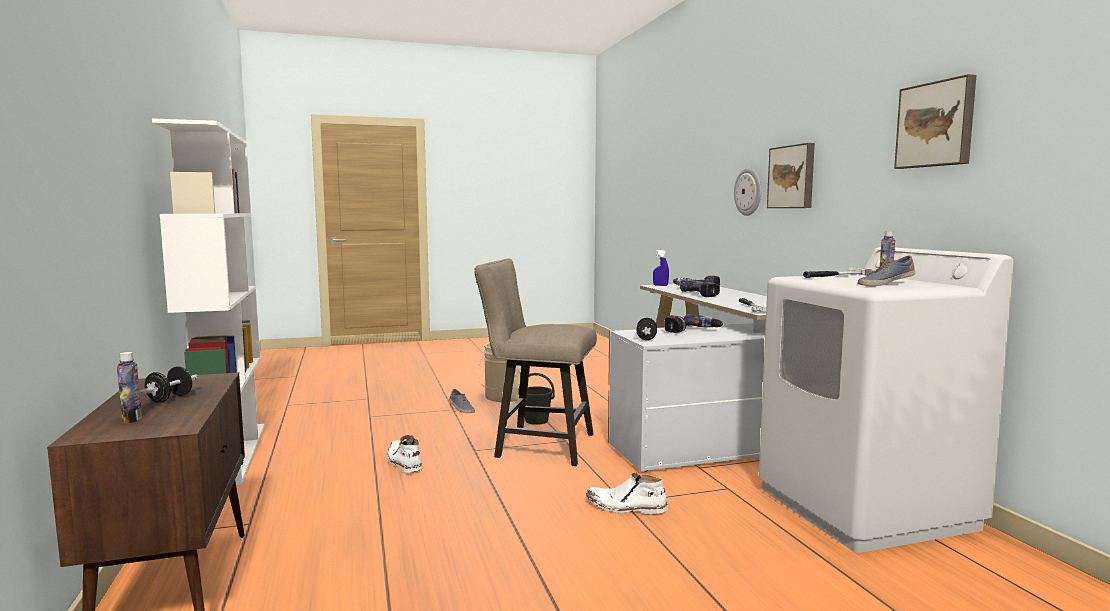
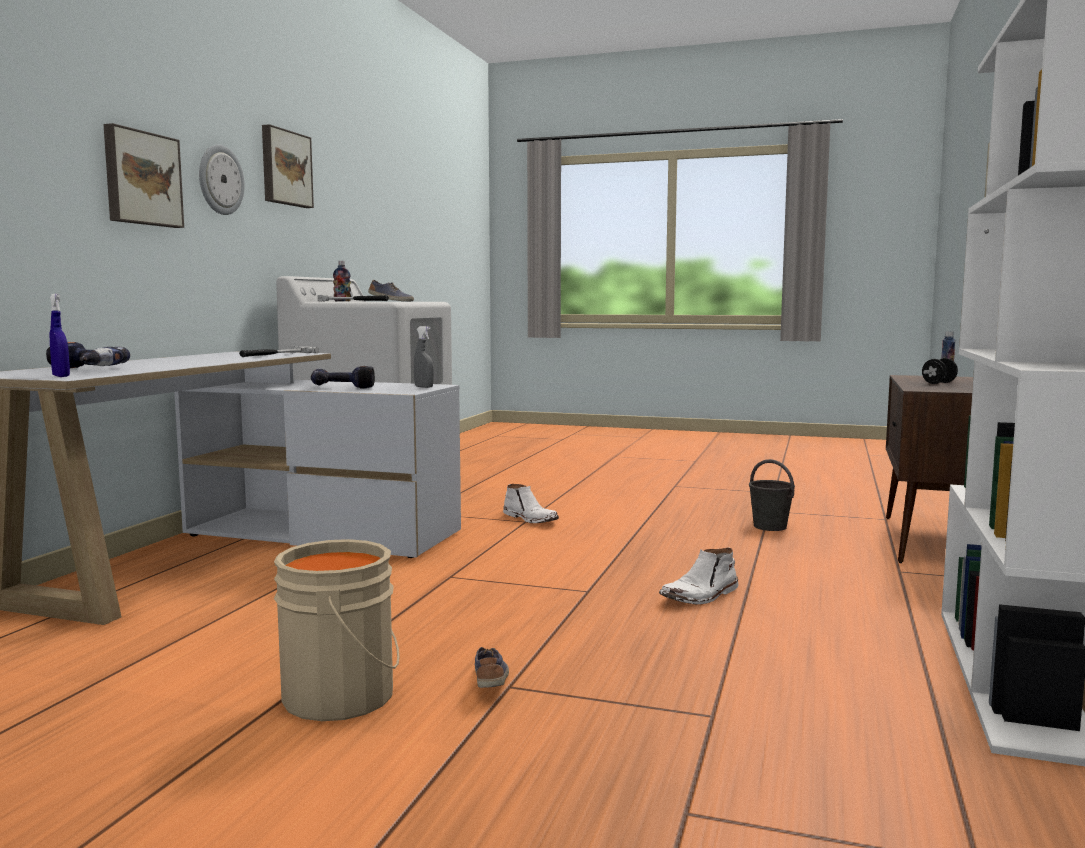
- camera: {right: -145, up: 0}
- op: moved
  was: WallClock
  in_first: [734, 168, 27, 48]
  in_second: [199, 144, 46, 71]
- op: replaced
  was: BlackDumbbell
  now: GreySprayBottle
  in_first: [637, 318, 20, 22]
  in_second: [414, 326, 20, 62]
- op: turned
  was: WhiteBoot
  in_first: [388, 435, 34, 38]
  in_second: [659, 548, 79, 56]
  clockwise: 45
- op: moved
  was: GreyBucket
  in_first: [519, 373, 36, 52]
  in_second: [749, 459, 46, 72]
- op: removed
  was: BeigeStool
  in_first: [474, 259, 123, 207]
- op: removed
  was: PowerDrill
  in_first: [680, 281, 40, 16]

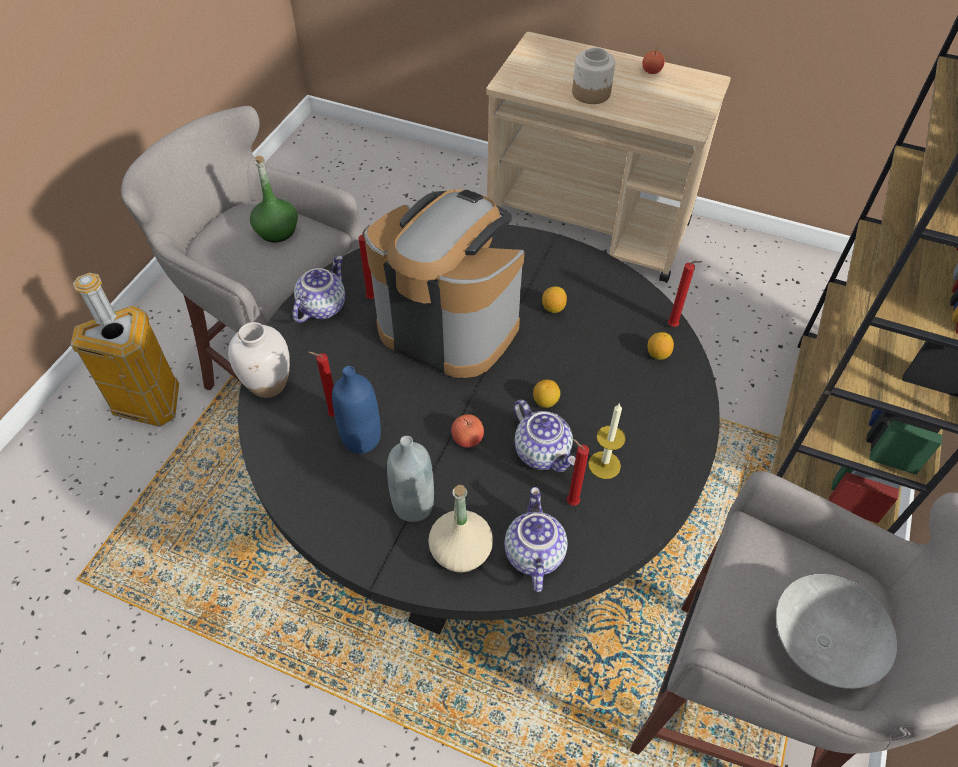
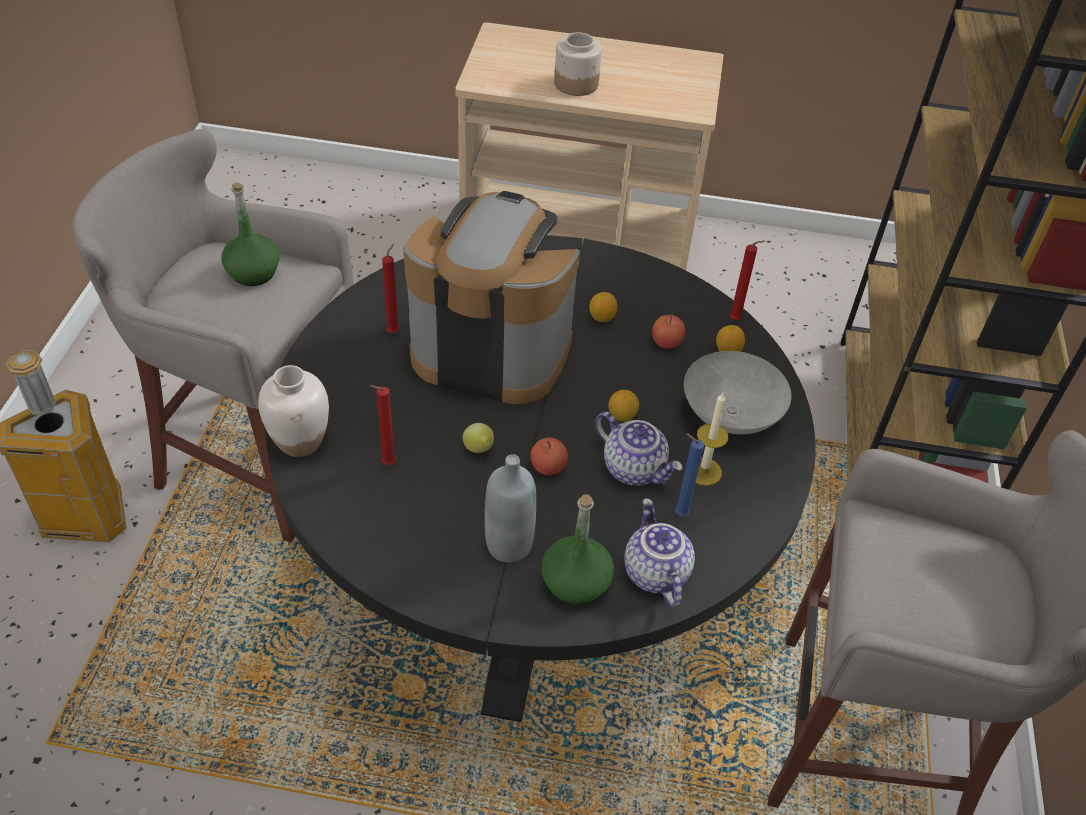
- camera: {right: -15, up: -5}
- op: added
  now: Lemon
  in_second: [463, 423, 31, 30]
- op: recoloured
  was: BeigeBottle
  now: GreenBottle
  in_first: [428, 485, 65, 88]
  in_second: [541, 495, 73, 111]
- op: moved
  was: Apple
  in_first: [642, 48, 23, 26]
  in_second: [652, 313, 33, 36]
- op: recoloured
  was: RedCandle
  now: BlueCandle
  in_first: [567, 439, 22, 67]
  in_second: [675, 433, 29, 84]
- op: moved
  was: GreyBowl
  in_first: [776, 574, 121, 115]
  in_second: [684, 351, 107, 83]
- op: removed
  was: Teapot
  in_first: [292, 256, 53, 67]
- op: removed
  was: BlueBottle
  in_first: [332, 366, 49, 88]

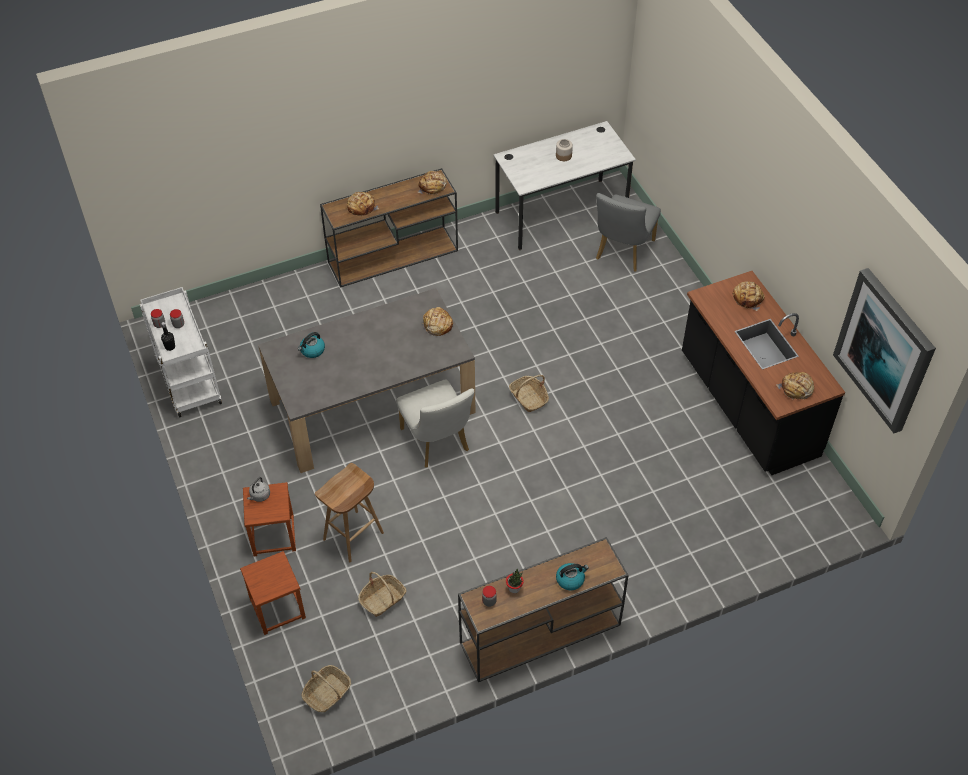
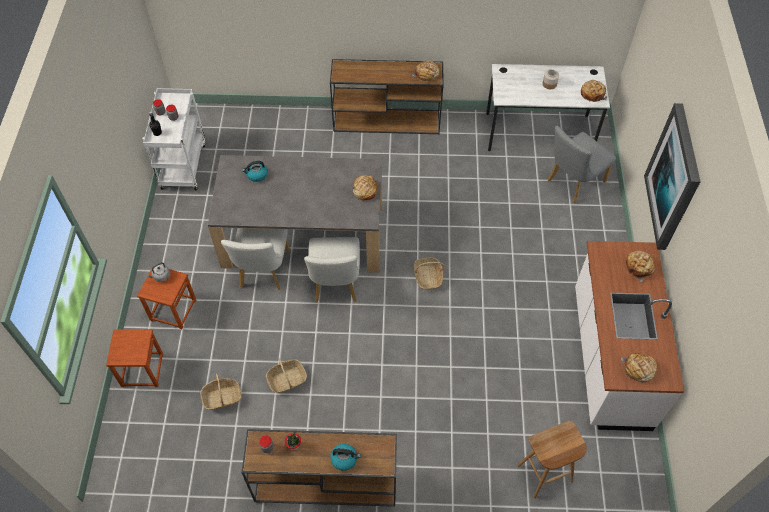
- camera: {right: 25, up: 5}
- op: added
  now: WhiteChair
  in_second: [221, 228, 68, 62]
- op: moved
  was: Basket
  in_first: [301, 665, 50, 47]
  in_second: [266, 359, 41, 34]
- op: moved
  was: BrownStool
  in_first: [315, 463, 69, 99]
  in_second: [517, 420, 70, 79]
- op: recoloured
  was: BlackCounter
  now: WhiteCounter
  in_first: [682, 271, 163, 204]
  in_second: [575, 241, 109, 190]
- op: moved
  was: Bread
  in_first: [347, 192, 32, 25]
  in_second: [581, 80, 26, 22]
- op: moved
  was: Picture
  in_first: [833, 268, 103, 165]
  in_second: [644, 103, 57, 147]

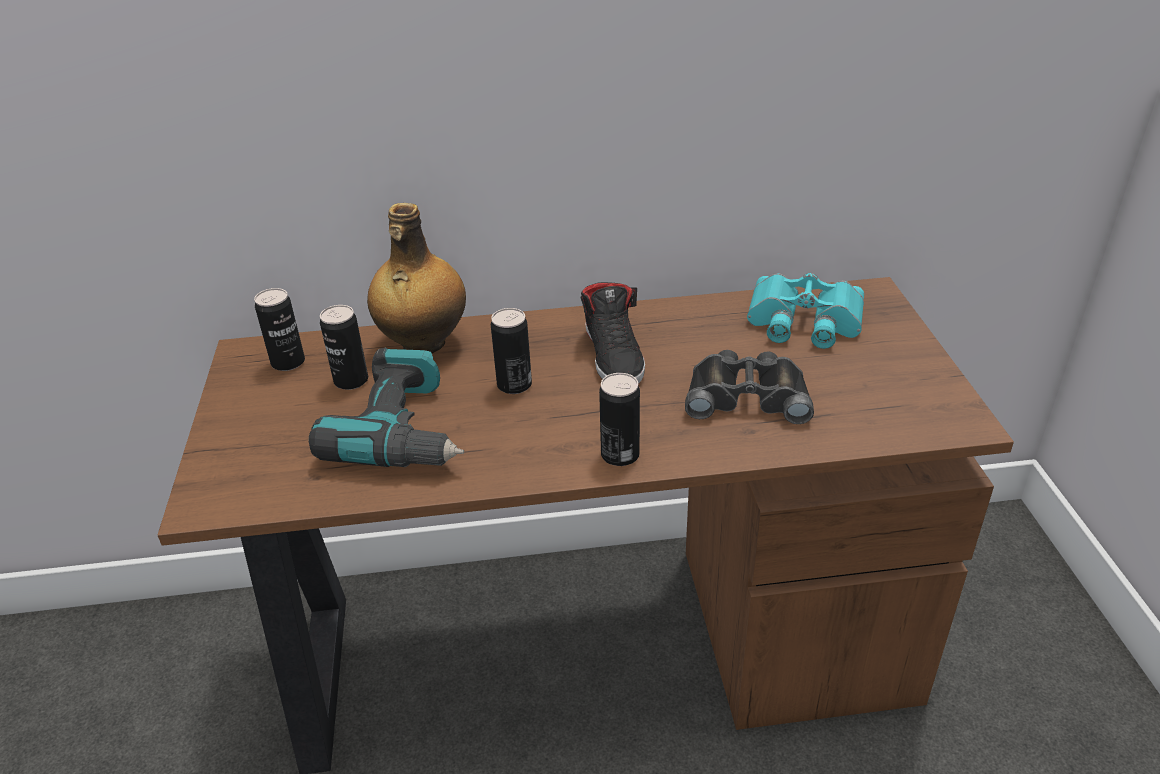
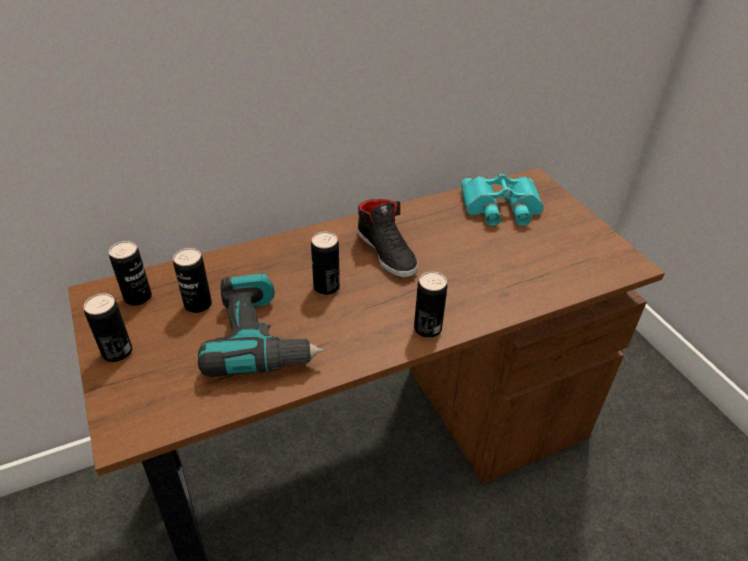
- camera: {right: -20, up: 5}
- op: added
  now: Can
  in_second: [84, 293, 48, 69]
- op: removed
  was: Bottle
  in_first: [367, 203, 99, 150]
- op: removed
  was: BlackBinoculars
  in_first: [685, 350, 129, 74]

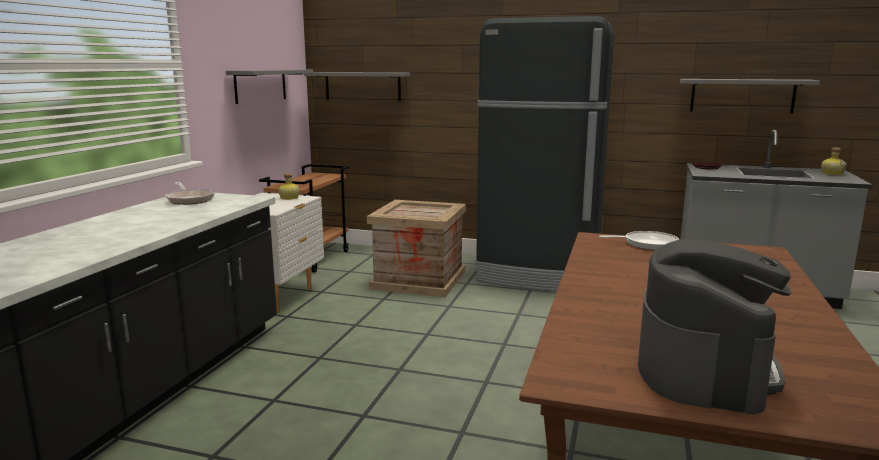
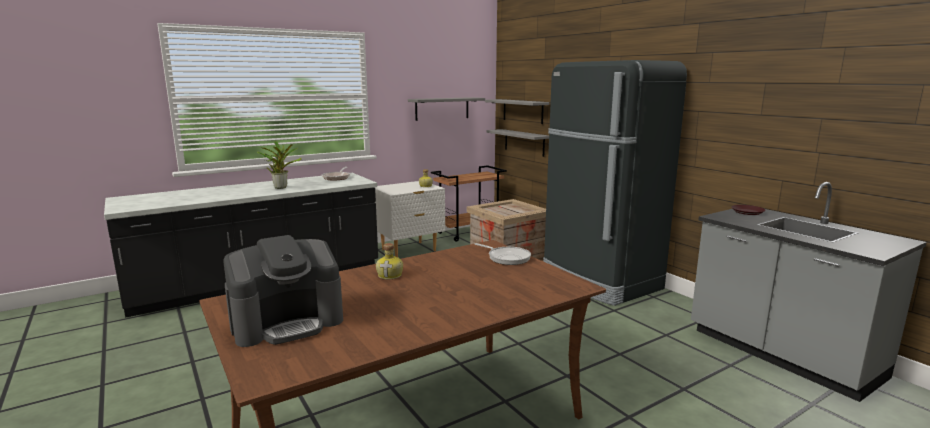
- camera: {right: 40, up: 0}
- op: added
  now: PottedPlant
  in_second: [257, 141, 45, 48]
- op: moved
  was: Bottle
  in_first: [821, 148, 26, 27]
  in_second: [376, 243, 27, 36]
- op: moved
  was: GreyShelf
  in_first: [680, 79, 140, 35]
  in_second: [486, 129, 63, 28]

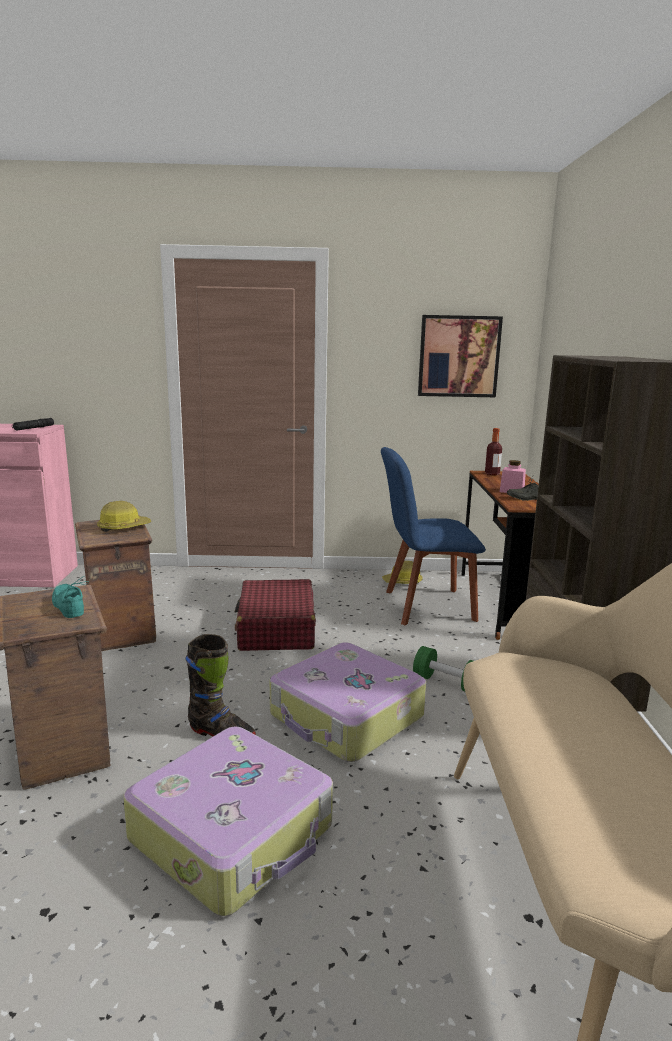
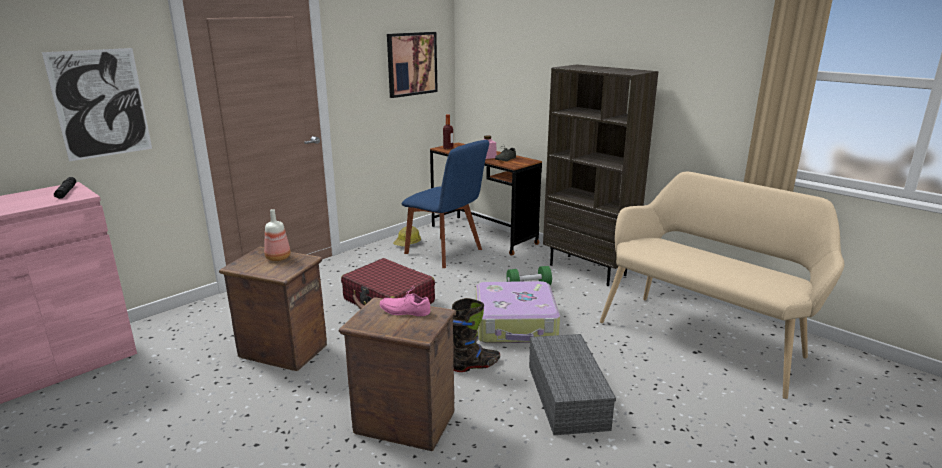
- camera: {right: -45, up: 5}
- op: added
  now: Picture
  in_second: [42, 48, 110, 114]
- op: replaced
  was: HardHat
  now: Bottle
  in_first: [97, 501, 54, 31]
  in_second: [264, 209, 27, 52]
- op: recoloured
  was: TurquoiseShoe
  now: PinkShoe
  in_first: [52, 576, 37, 42]
  in_second: [380, 284, 50, 32]
- op: turned
  was: BlueChair
  in_first: [381, 447, 105, 179]
  in_second: [402, 140, 87, 128]
  clockwise: -90
- op: replaced
  was: Suitcase
  now: GreyStorageBox
  in_first: [123, 727, 210, 189]
  in_second: [529, 334, 87, 101]

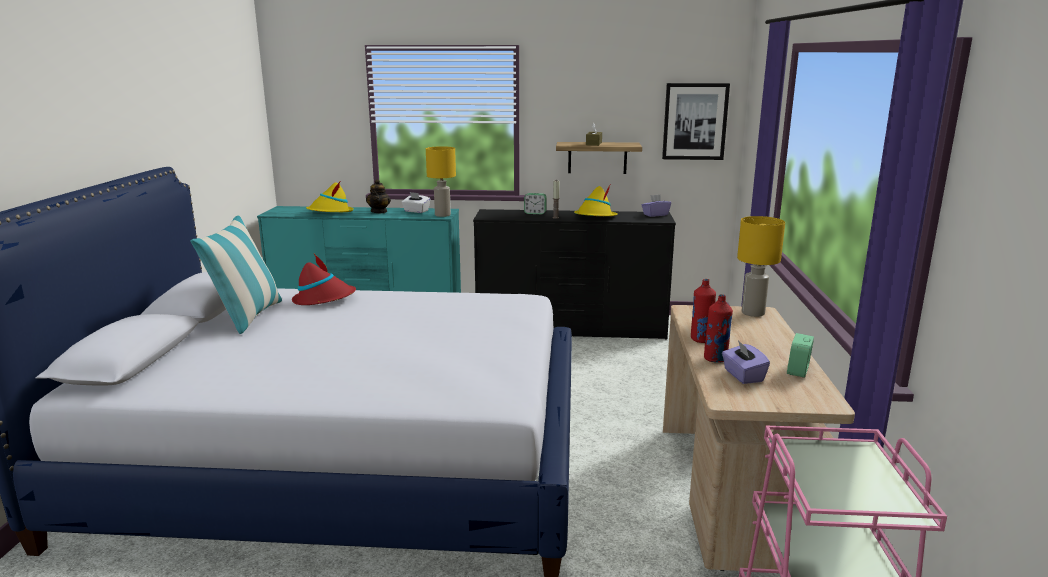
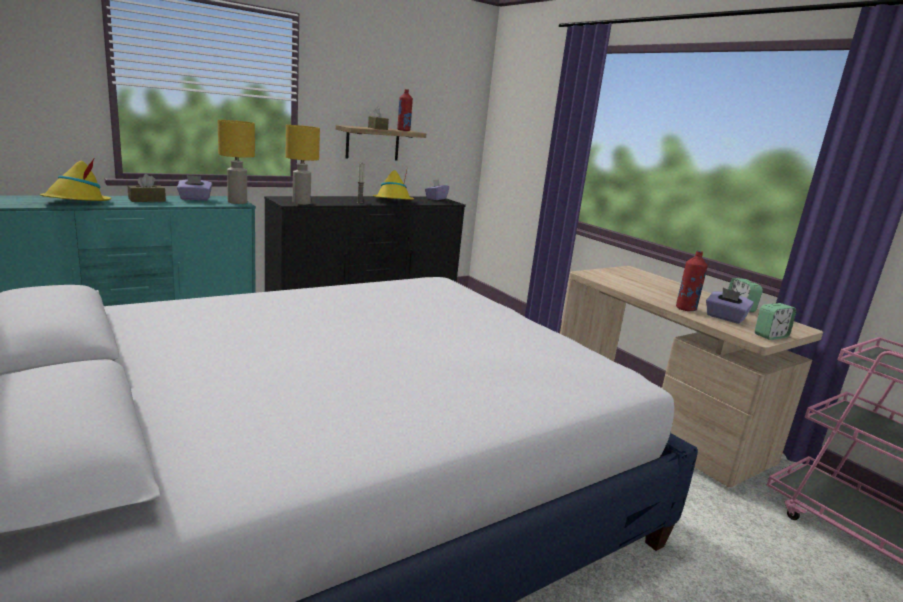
- camera: {right: -40, up: 0}
- op: replaced
  was: Teapot
  now: BrownTissueBox
  in_first: [366, 179, 25, 34]
  in_second: [128, 174, 38, 28]
- op: recoloured
  was: WhiteTissueBox
  now: PurpleTissueBox
  in_first: [402, 192, 28, 21]
  in_second: [177, 175, 35, 26]
- op: moved
  was: YellowTableLamp
  in_first: [737, 216, 48, 101]
  in_second: [286, 125, 34, 80]
- op: moved
  was: RedBottle
  in_first: [691, 279, 25, 64]
  in_second: [397, 89, 16, 42]
- op: moved
  was: AlarmClock
  in_first: [524, 193, 23, 21]
  in_second: [755, 303, 41, 37]
- op: removed
  was: Pillow
  in_first: [190, 215, 92, 119]
- op: removed
  was: RedHat
  in_first: [292, 254, 64, 51]
- op: removed
  was: Picture
  in_first: [662, 83, 68, 77]

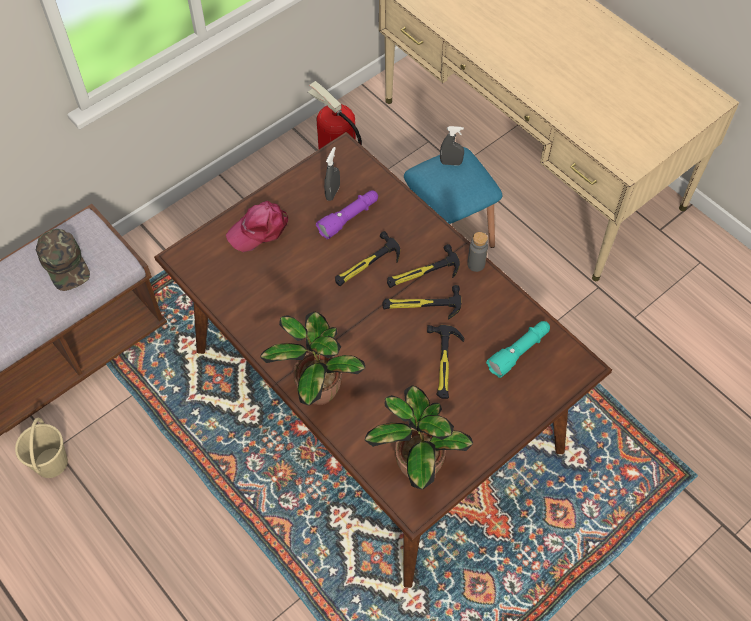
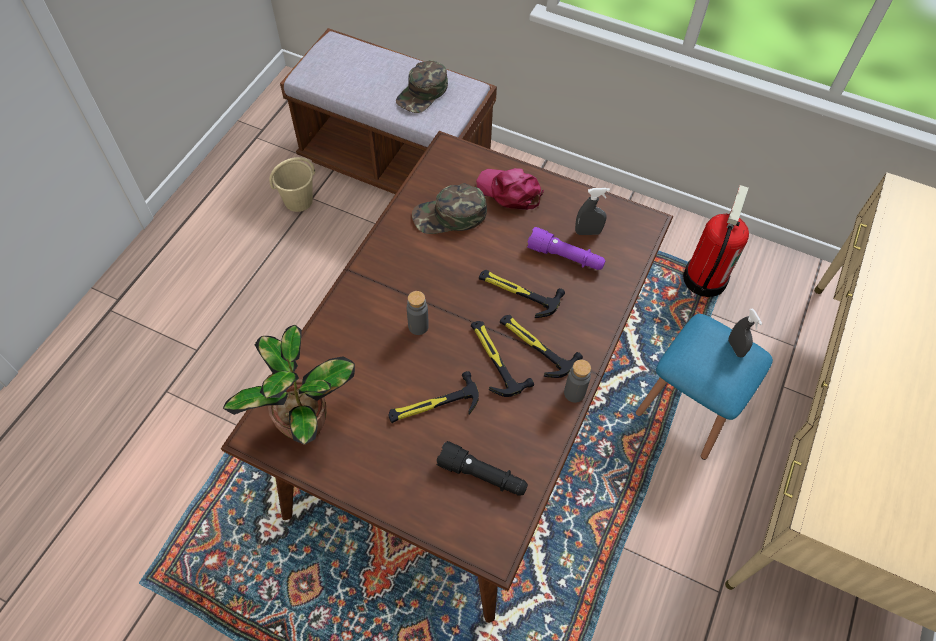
- camera: {right: 65, up: 0}
- op: added
  now: GreyBottle
  in_second: [407, 291, 22, 44]
- op: added
  now: GreenCap
  in_second: [412, 183, 75, 51]
- op: recoloured
  was: TurquoiseFlashlight
  now: BlackFlashlight
  in_first: [486, 321, 64, 57]
  in_second: [436, 441, 92, 55]
- op: removed
  was: PottedPlant
  in_first: [260, 312, 105, 94]

